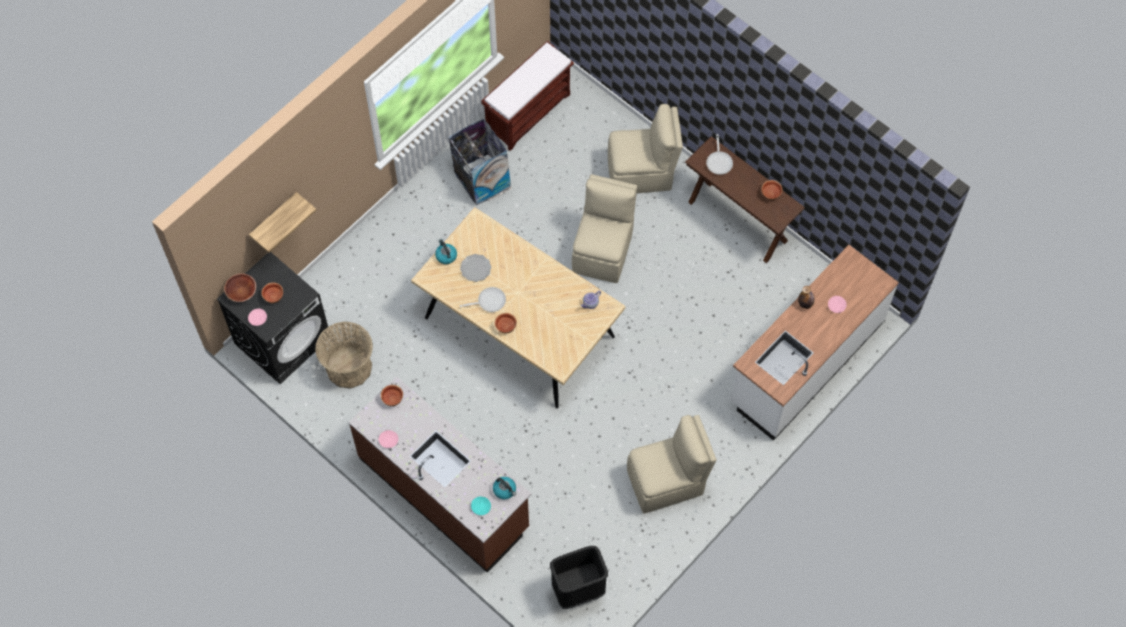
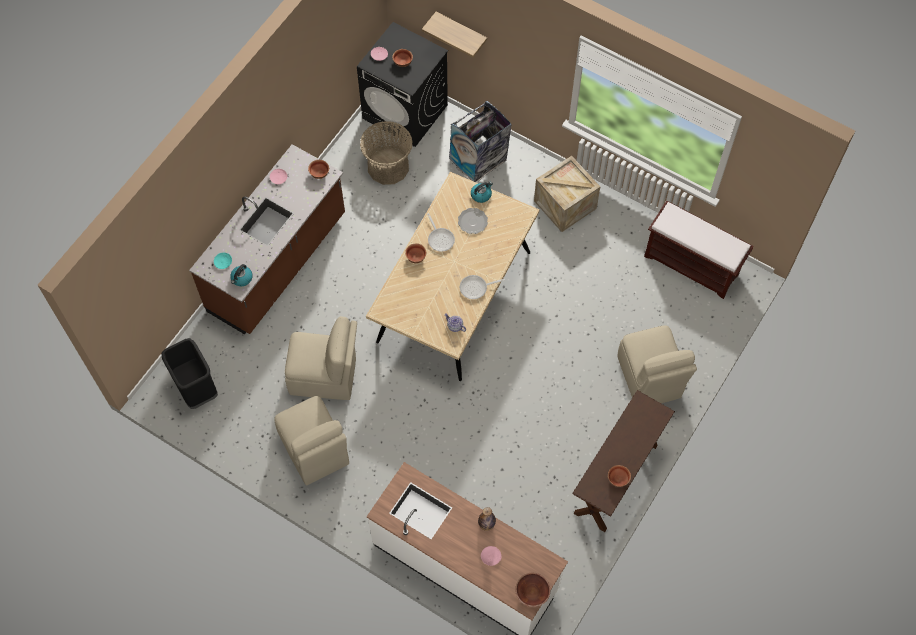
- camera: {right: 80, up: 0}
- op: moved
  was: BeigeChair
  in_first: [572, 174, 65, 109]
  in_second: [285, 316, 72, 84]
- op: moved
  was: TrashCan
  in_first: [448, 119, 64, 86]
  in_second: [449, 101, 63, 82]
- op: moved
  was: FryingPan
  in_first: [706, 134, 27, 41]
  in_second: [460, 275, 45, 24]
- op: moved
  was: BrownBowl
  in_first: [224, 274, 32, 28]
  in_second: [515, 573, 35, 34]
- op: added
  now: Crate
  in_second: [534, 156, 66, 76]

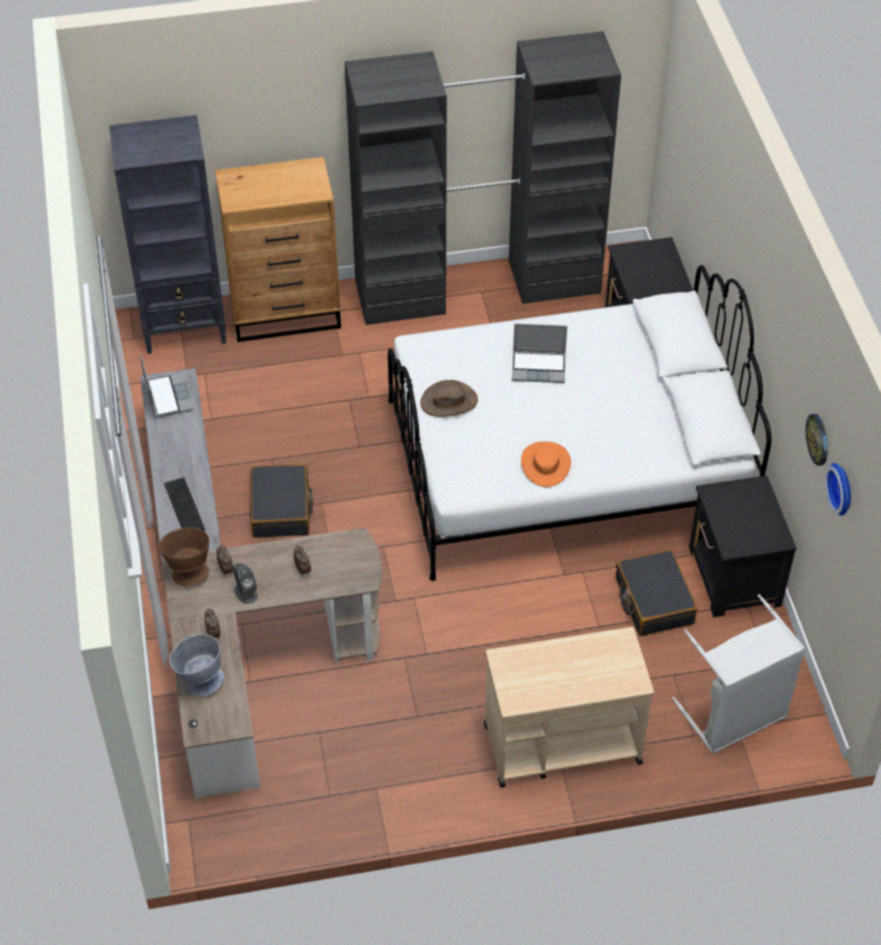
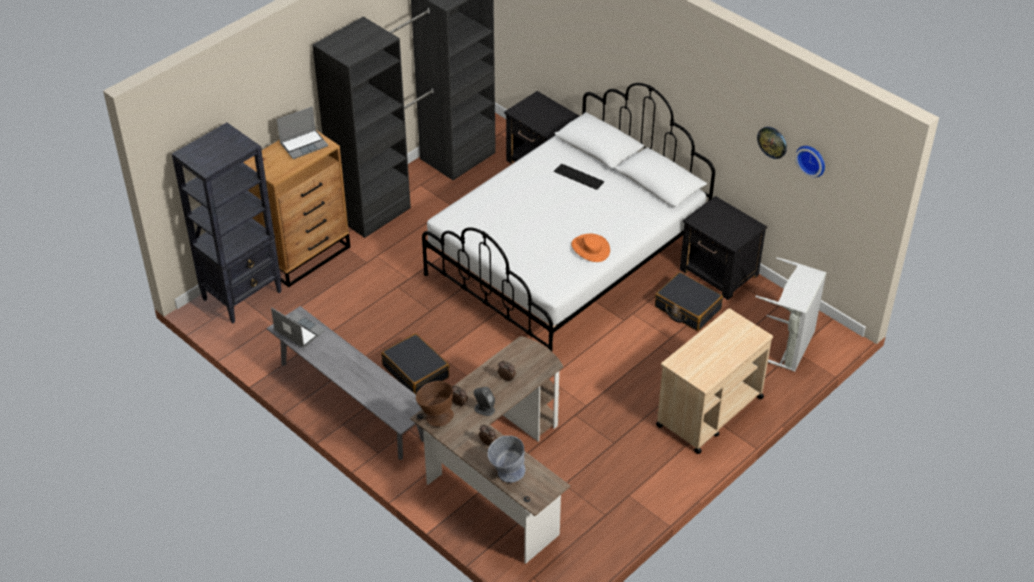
- camera: {right: -35, up: -5}
- op: moved
  was: Laptop
  in_first: [512, 324, 55, 59]
  in_second: [277, 106, 51, 53]
- op: moved
  was: Keyboard
  in_first: [164, 477, 41, 54]
  in_second: [554, 163, 50, 27]
- op: removed
  was: BrownHat
  in_first: [420, 380, 58, 37]

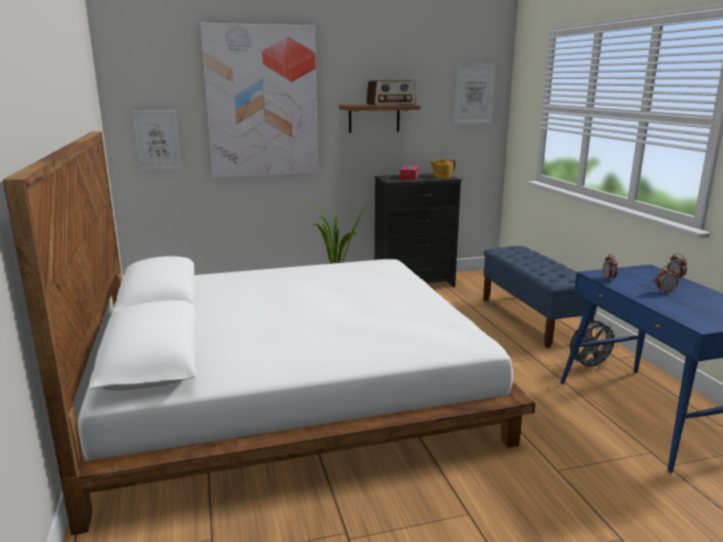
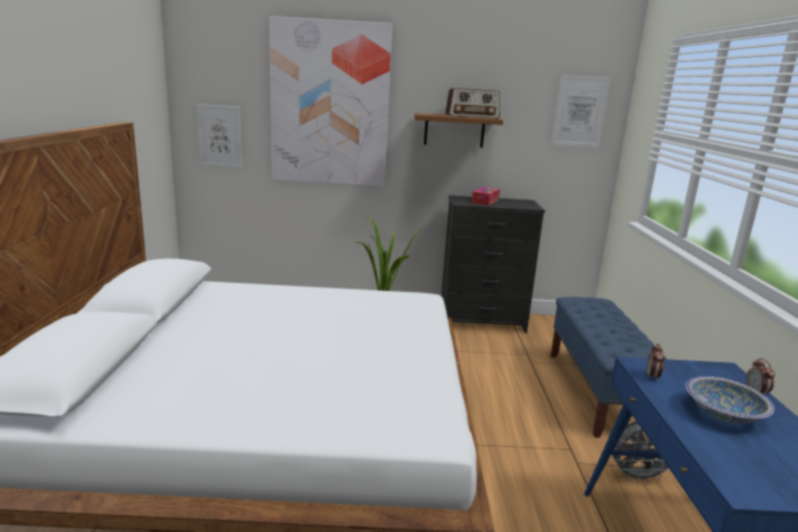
- camera: {right: 15, up: 0}
- op: replaced
  was: AlarmClock
  now: Bowl
  in_first: [655, 266, 24, 27]
  in_second: [686, 376, 88, 48]
- op: removed
  was: Teapot
  in_first: [430, 159, 26, 19]

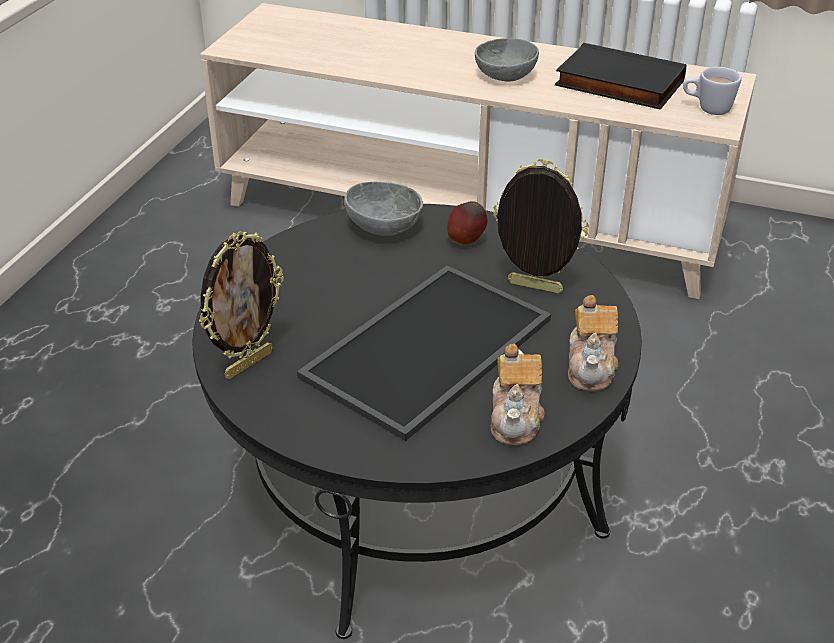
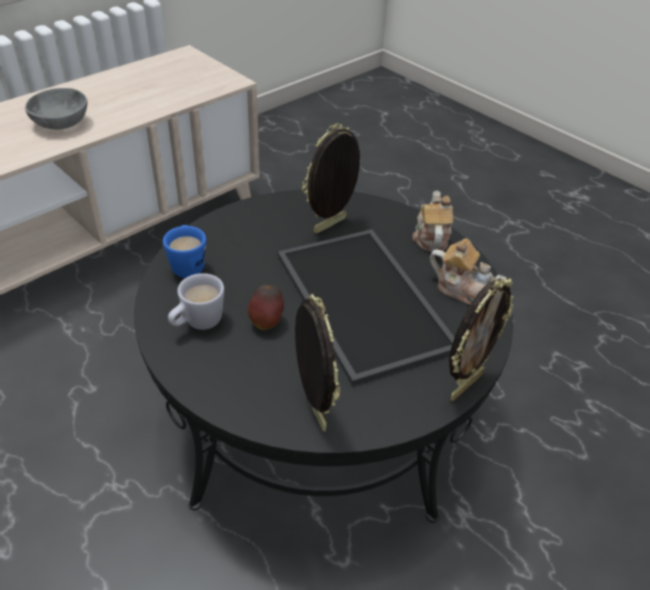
- camera: {right: -65, up: 5}
- op: replaced
  was: GreyBowl
  now: BlueMug
  in_first: [345, 182, 78, 54]
  in_second: [163, 225, 43, 53]
- op: moved
  was: WhiteMug
  in_first: [683, 67, 59, 48]
  in_second: [168, 273, 56, 57]
- op: moved
  was: Apple
  in_first: [447, 201, 40, 44]
  in_second: [248, 285, 36, 45]
- op: turned
  was: Teapot
  in_first: [568, 295, 50, 96]
  in_second: [413, 191, 40, 61]
  clockwise: -120
- op: added
  now: PictureFrame
  in_second: [449, 278, 65, 123]
- op: removed
  was: BlackBook
  in_first: [555, 43, 132, 66]

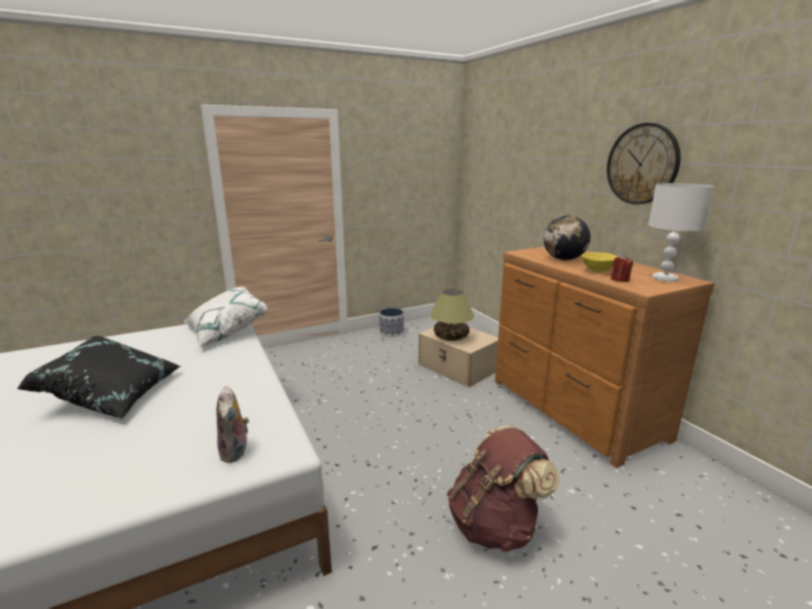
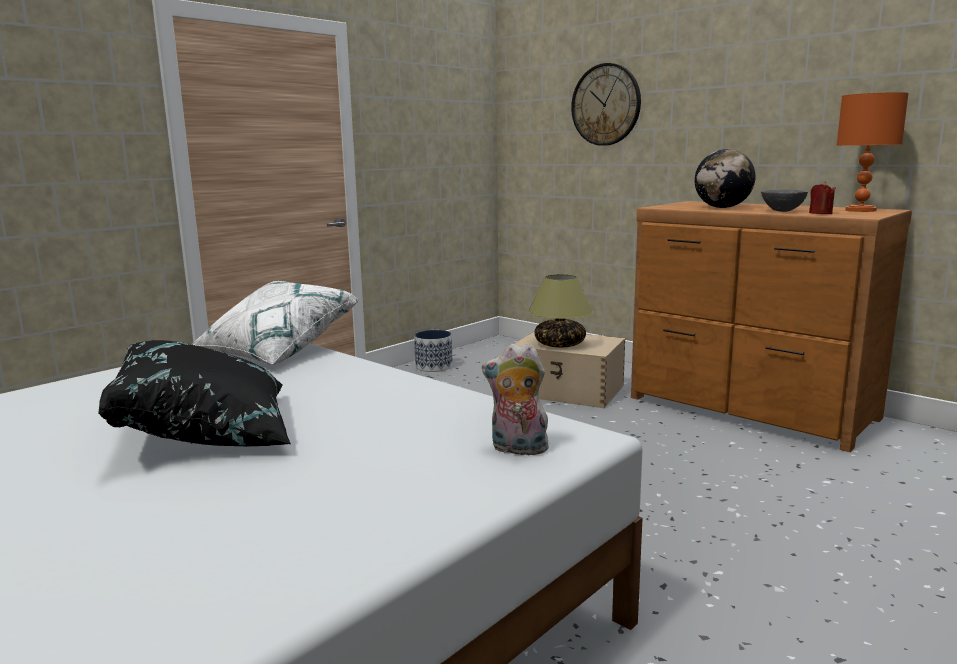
- camera: {right: -20, up: -5}
- op: turned
  was: PlushToy
  in_first: [216, 386, 33, 77]
  in_second: [482, 343, 71, 112]
  clockwise: 135
- op: moved
  was: WallClock
  in_first: [607, 123, 74, 81]
  in_second: [571, 63, 70, 83]
- op: recoloured
  was: YellowBowl
  now: GreyBowl
  in_first: [582, 252, 36, 21]
  in_second: [761, 189, 47, 23]
- op: recoloured
  was: WhiteTableLamp
  now: OrangeTableLamp
  in_first: [648, 183, 65, 99]
  in_second: [836, 92, 72, 120]
- op: removed
  was: BrownBackpack
  in_first: [447, 426, 113, 126]

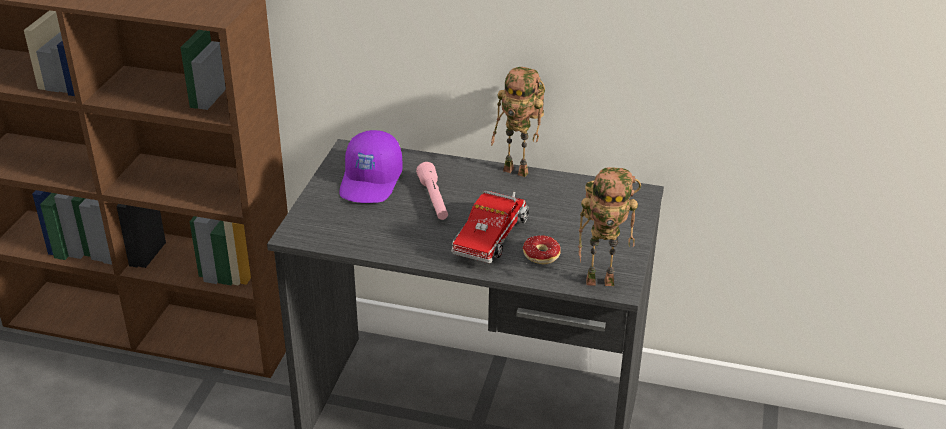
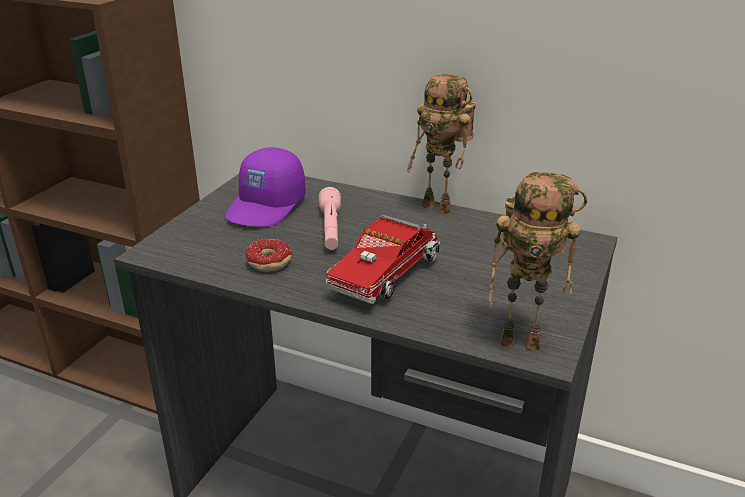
- camera: {right: 10, up: -5}
- op: moved
  was: Donut
  in_first: [523, 235, 38, 29]
  in_second: [245, 239, 47, 33]

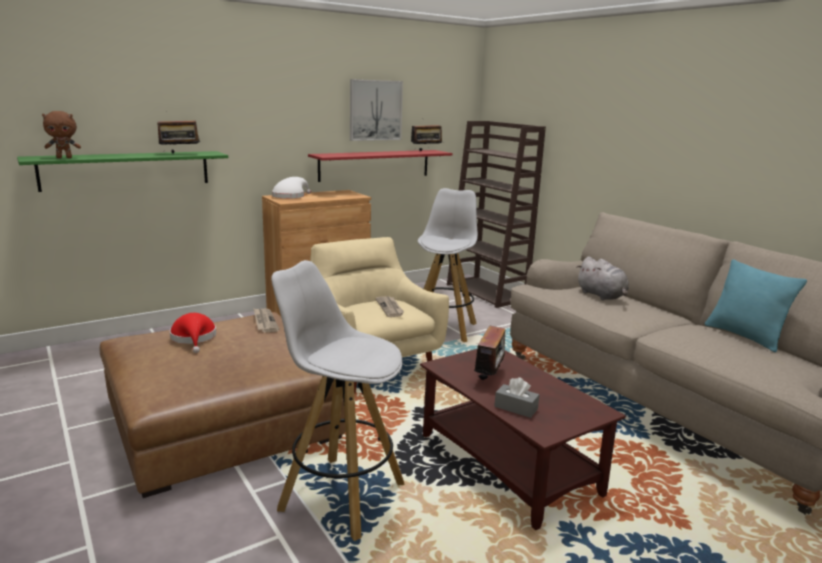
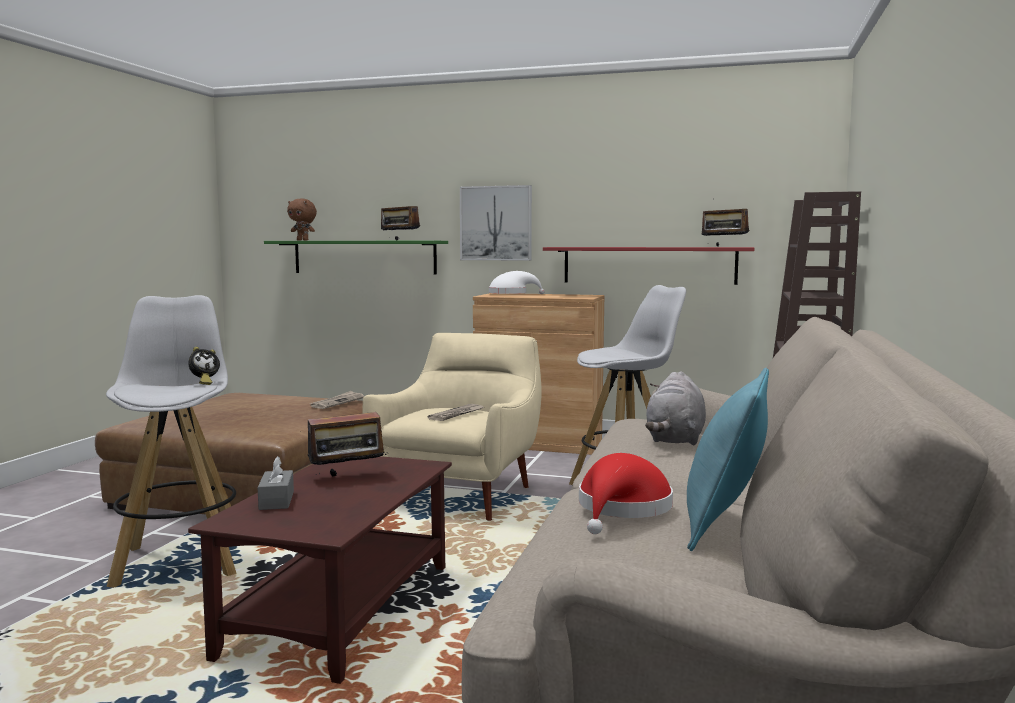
- camera: {right: 50, up: -10}
- op: added
  now: AlarmClock
  in_second: [189, 347, 31, 38]
- op: moved
  was: Picture
  in_first: [350, 79, 53, 62]
  in_second: [460, 185, 72, 76]
- op: moved
  was: RedHat
  in_first: [170, 313, 46, 40]
  in_second: [579, 453, 94, 81]

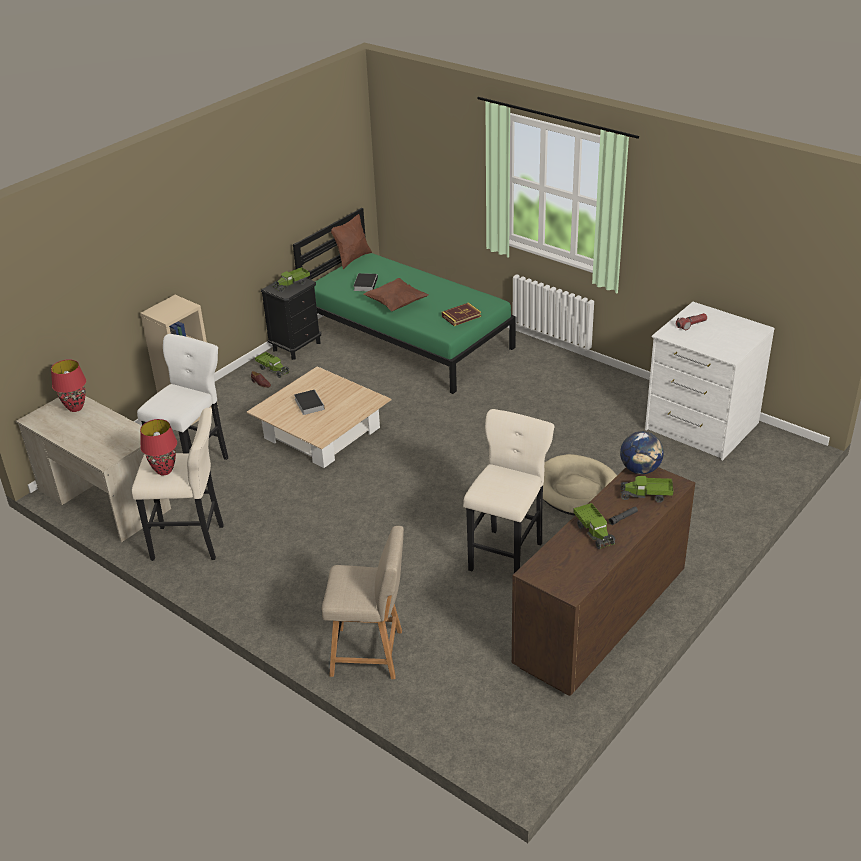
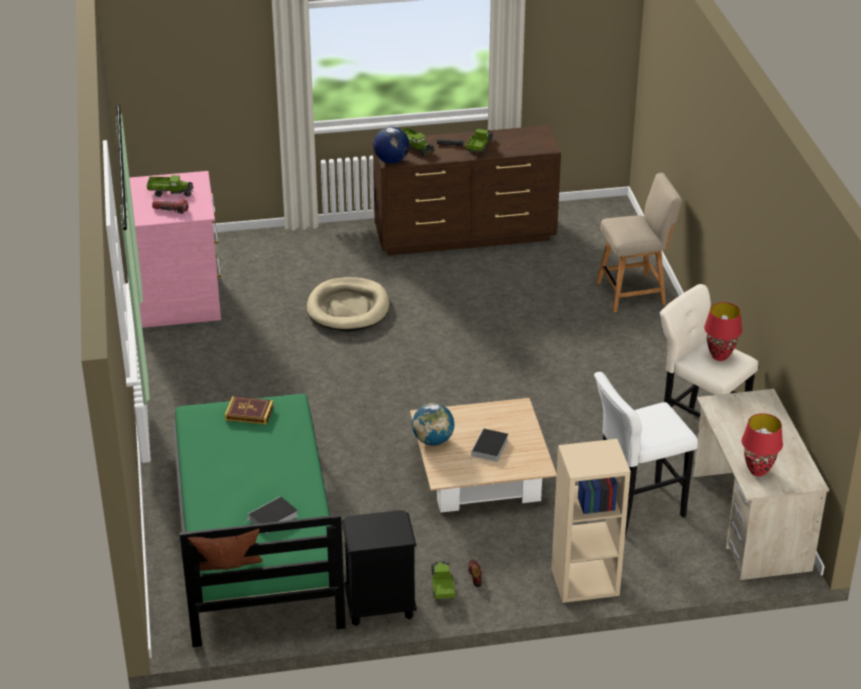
- camera: {right: -140, up: 0}
- op: recoloured
  was: WhiteDresser
  now: PinkDresser
  in_first: [645, 302, 130, 159]
  in_second: [130, 171, 91, 157]
- op: moved
  was: ToyTruck
  in_first: [272, 267, 38, 25]
  in_second: [147, 175, 47, 22]
- op: added
  now: Globe
  in_second: [412, 403, 42, 43]
- op: turned
  was: BeigeChair
  in_first: [322, 526, 82, 153]
  in_second: [596, 173, 86, 139]
  clockwise: 120
- op: removed
  was: BrownPillow
  in_first: [364, 278, 64, 33]
- op: removed
  was: BeigeStool
  in_first: [463, 409, 92, 164]

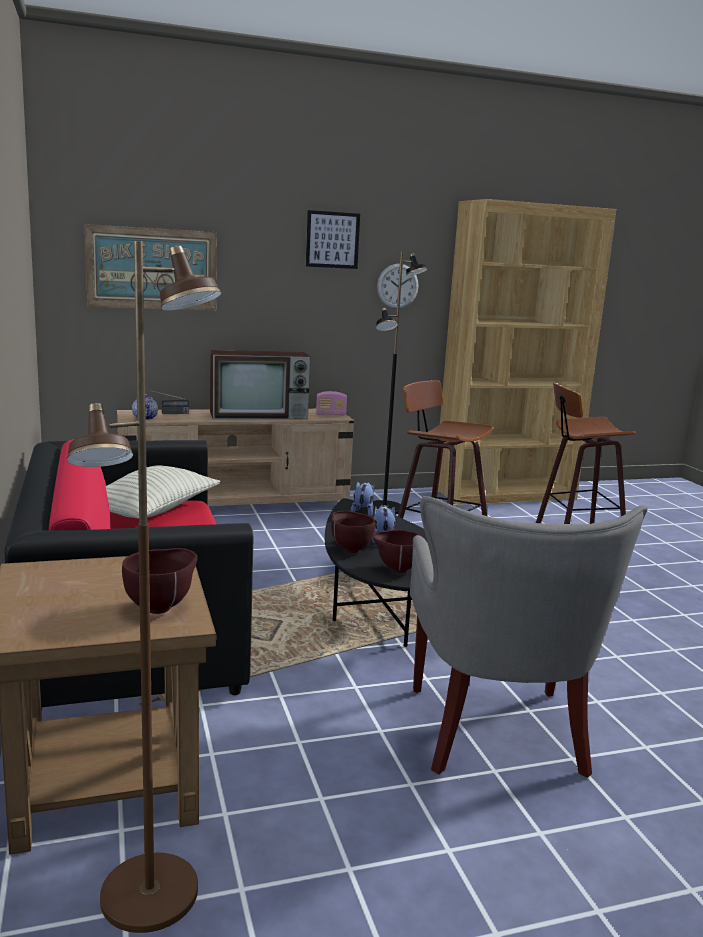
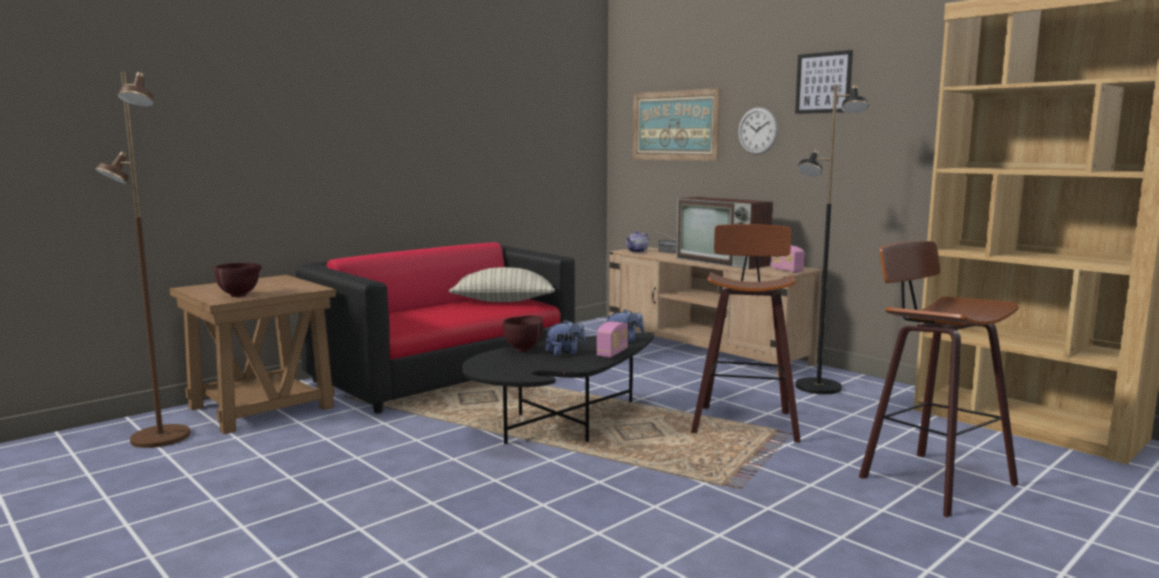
- camera: {right: 65, up: -5}
- op: added
  now: Radio
  in_second: [596, 321, 32, 37]
- op: moved
  was: WallClock
  in_first: [377, 264, 42, 45]
  in_second: [738, 107, 40, 48]
- op: removed
  was: BrownBowl
  in_first: [373, 530, 51, 43]
- op: removed
  was: GreyArmchair
  in_first: [410, 496, 238, 282]

